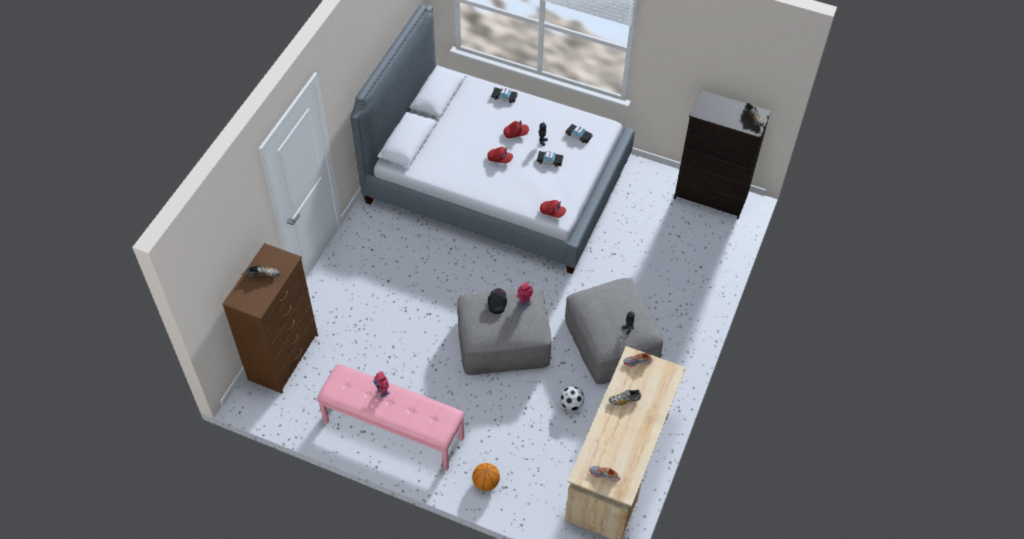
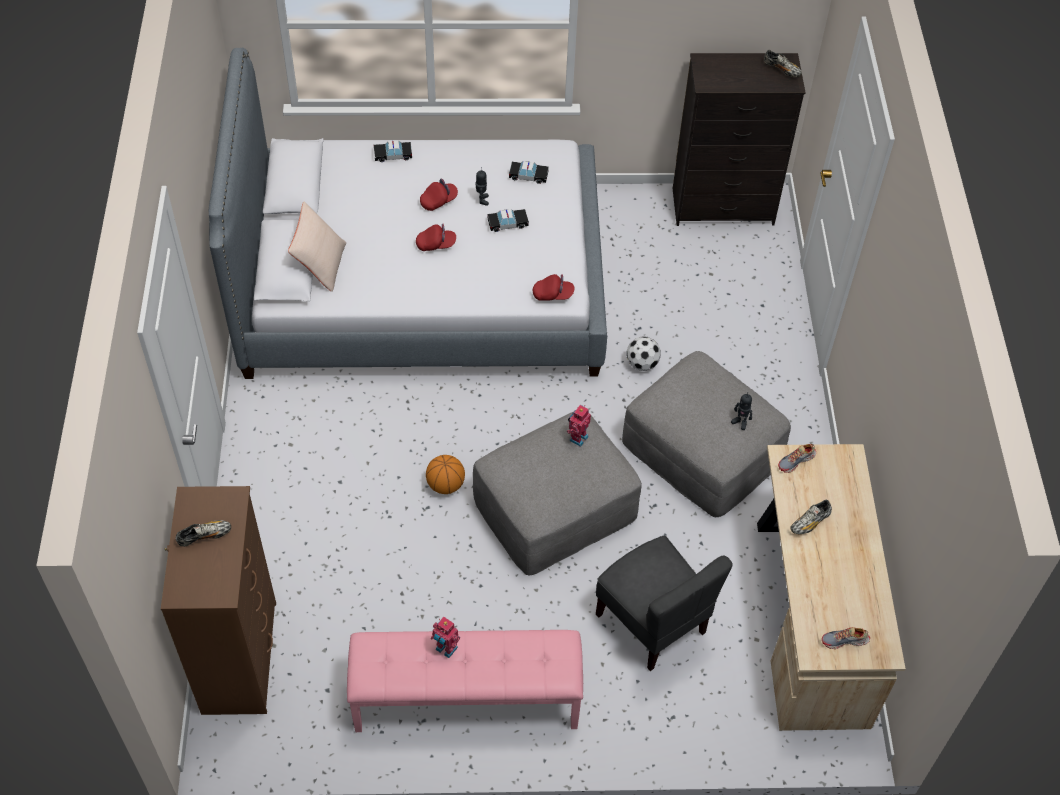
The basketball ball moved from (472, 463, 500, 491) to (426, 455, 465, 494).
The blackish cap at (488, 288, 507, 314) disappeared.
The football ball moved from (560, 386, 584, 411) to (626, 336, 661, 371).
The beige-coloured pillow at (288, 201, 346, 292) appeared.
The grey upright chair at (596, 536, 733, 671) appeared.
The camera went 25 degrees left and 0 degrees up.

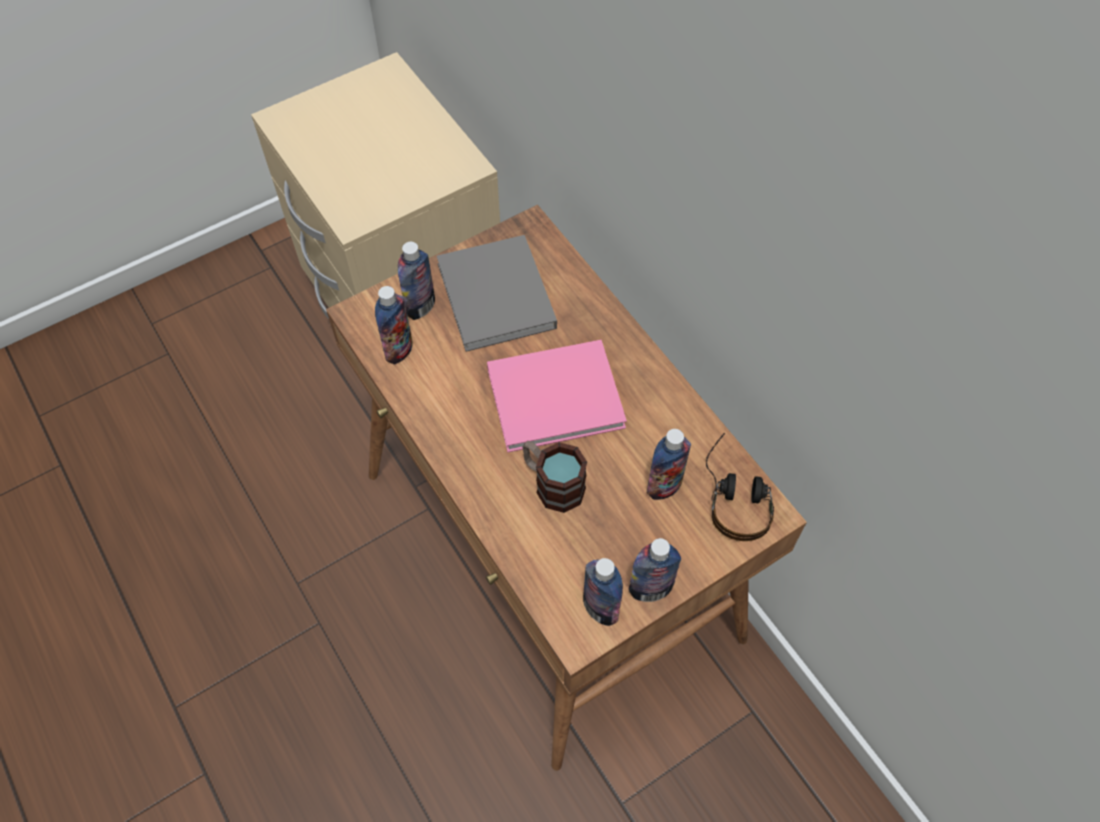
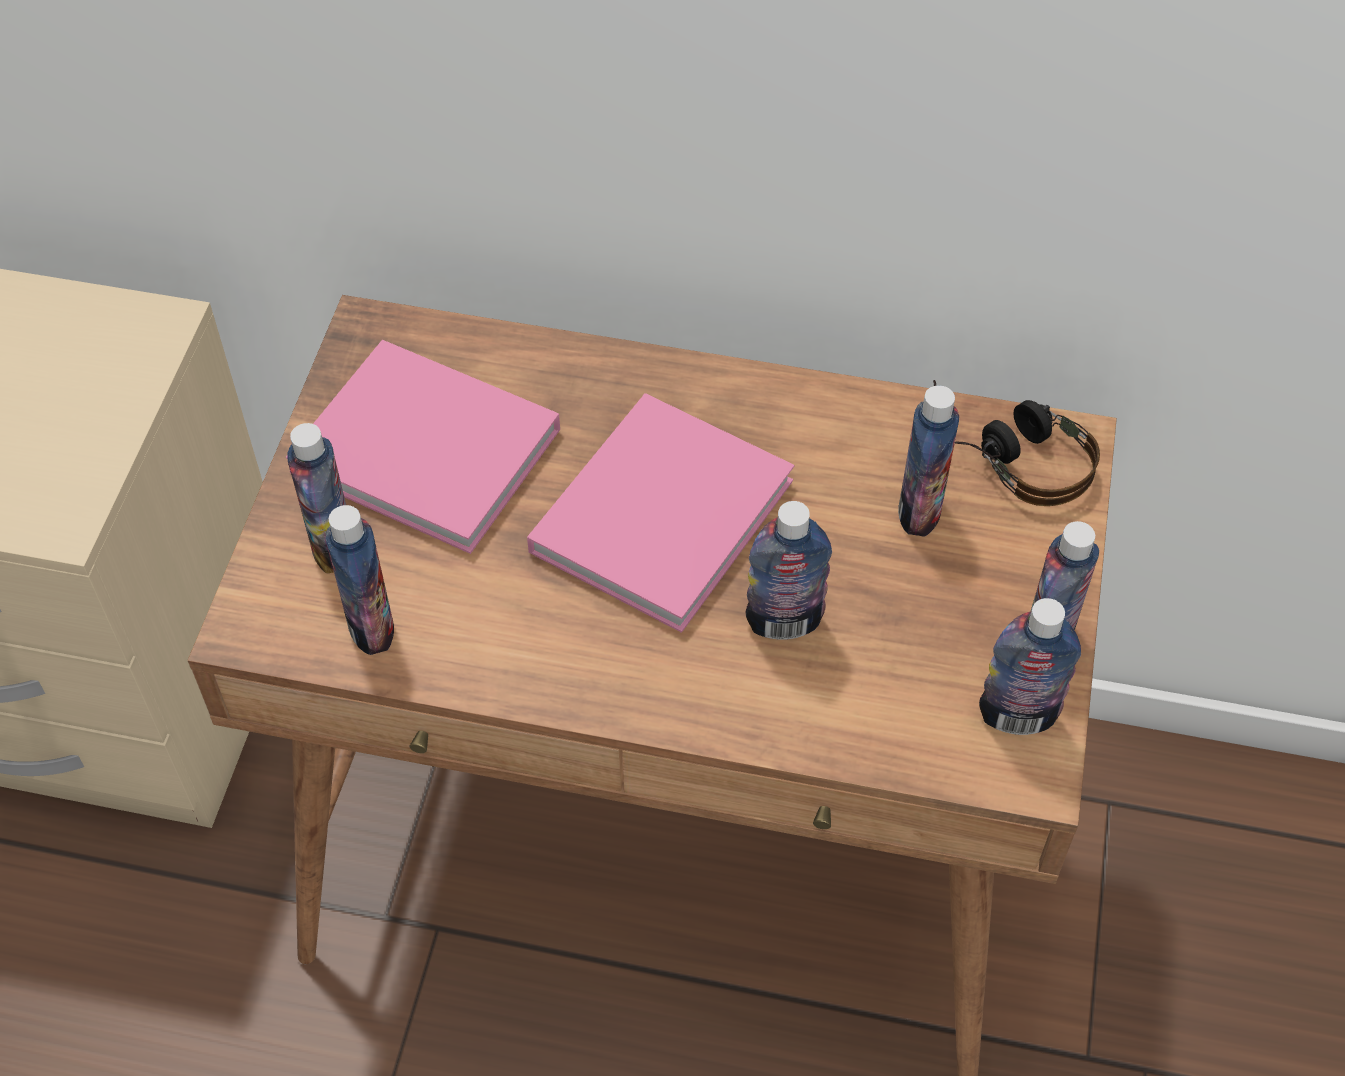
The grey bound book at (437, 235, 557, 352) became the pink bound book at (286, 340, 560, 554).
The coffee mug at (523, 441, 587, 513) was replaced by the drink bottle at (746, 501, 832, 640).
The camera went 45 degrees left and 5 degrees down.

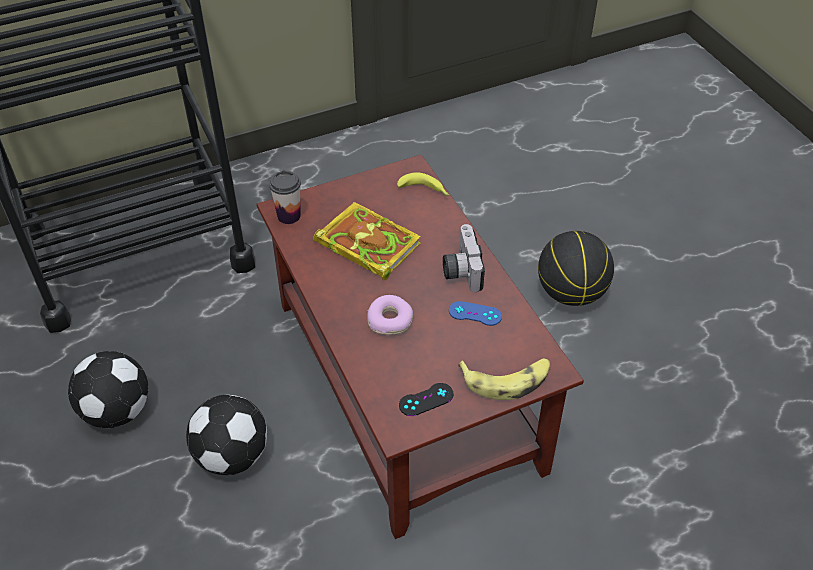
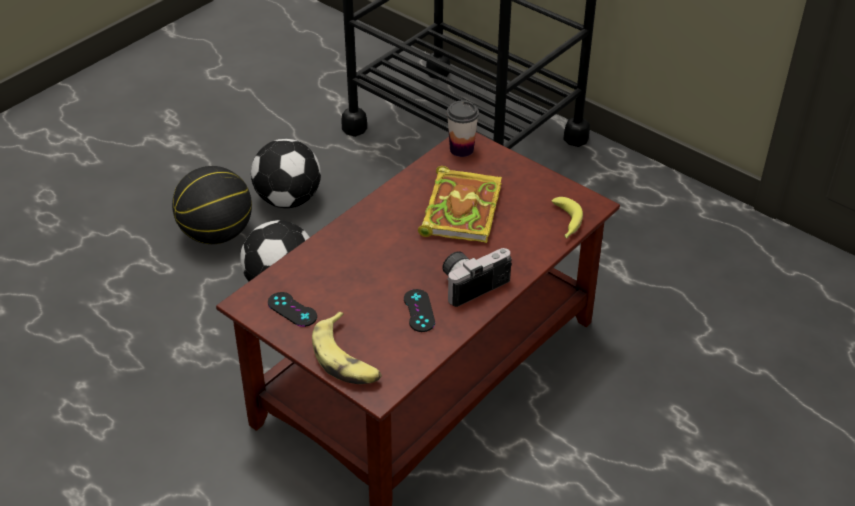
The doughnut at (367, 295, 413, 335) disappeared.
The blue-coloured joypad at (449, 301, 502, 326) became the blackish joypad at (404, 289, 435, 332).
The basketball ball moved from (538, 231, 614, 306) to (172, 166, 252, 244).
The camera went 65 degrees right and 5 degrees down.

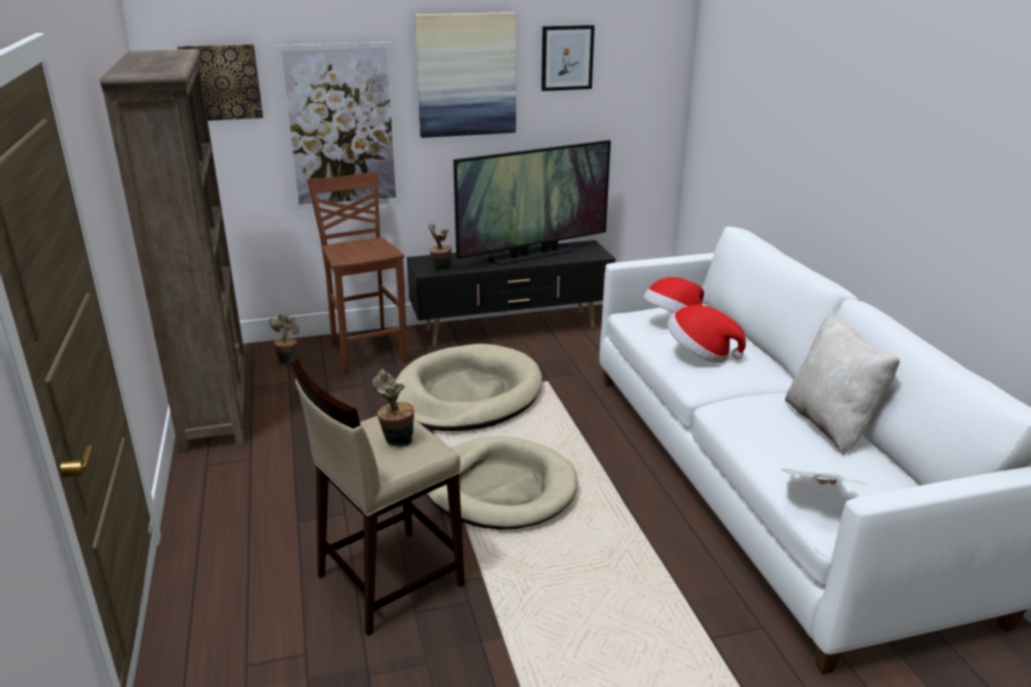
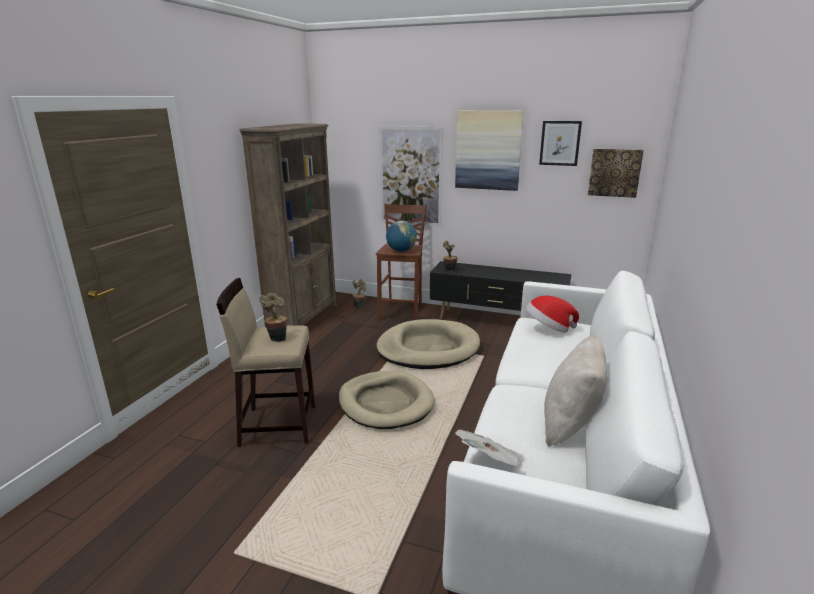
The wall picture moved from (177, 44, 263, 121) to (588, 149, 644, 198).
The television at (453, 140, 611, 265) disappeared.
The clothing hat at (667, 305, 746, 363) disappeared.
The desk globe at (386, 221, 417, 252) appeared.
The camera went 35 degrees right and 5 degrees down.

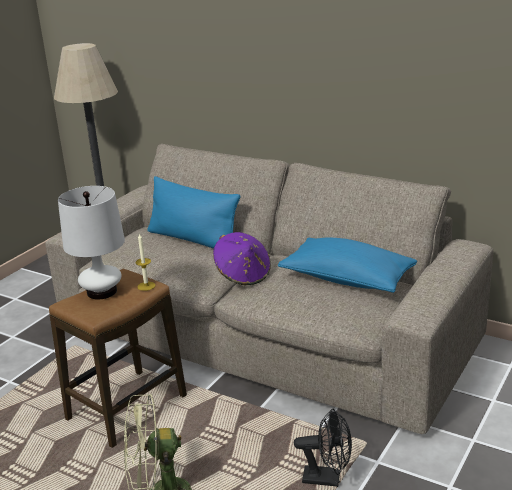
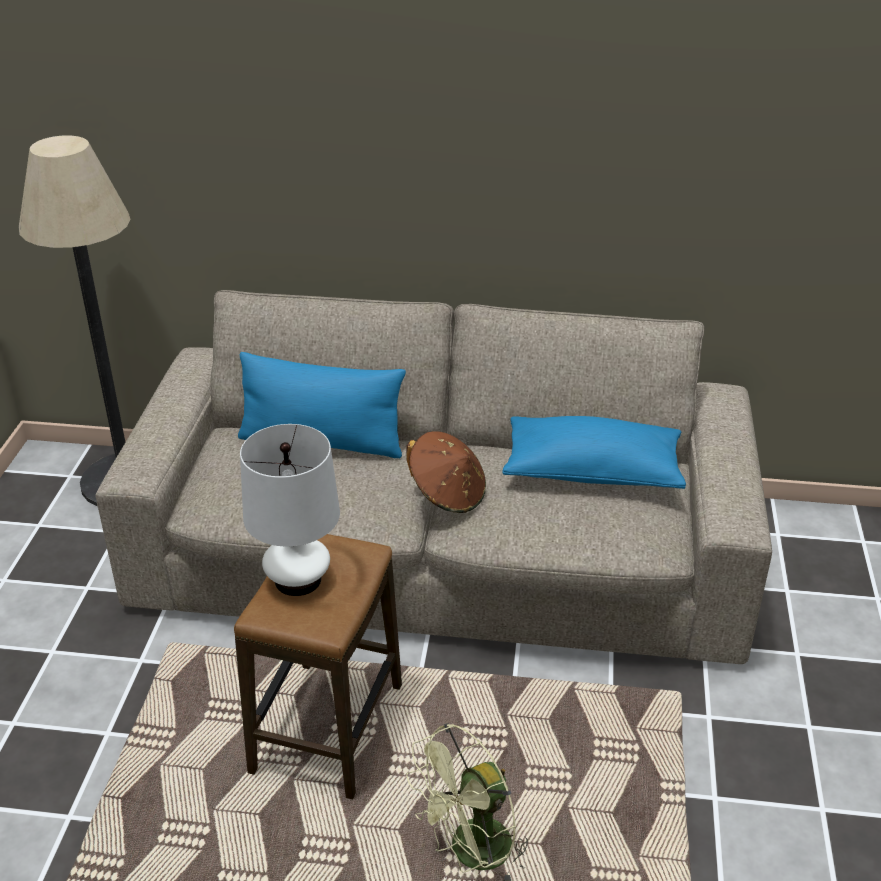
The wax candle at (135, 233, 156, 291) disappeared.
The purplish clothing hat at (213, 232, 271, 285) became the brownish clothing hat at (406, 431, 486, 513).
The blackish electric fan at (294, 409, 352, 487) disappeared.
The camera went 25 degrees left and 10 degrees up.

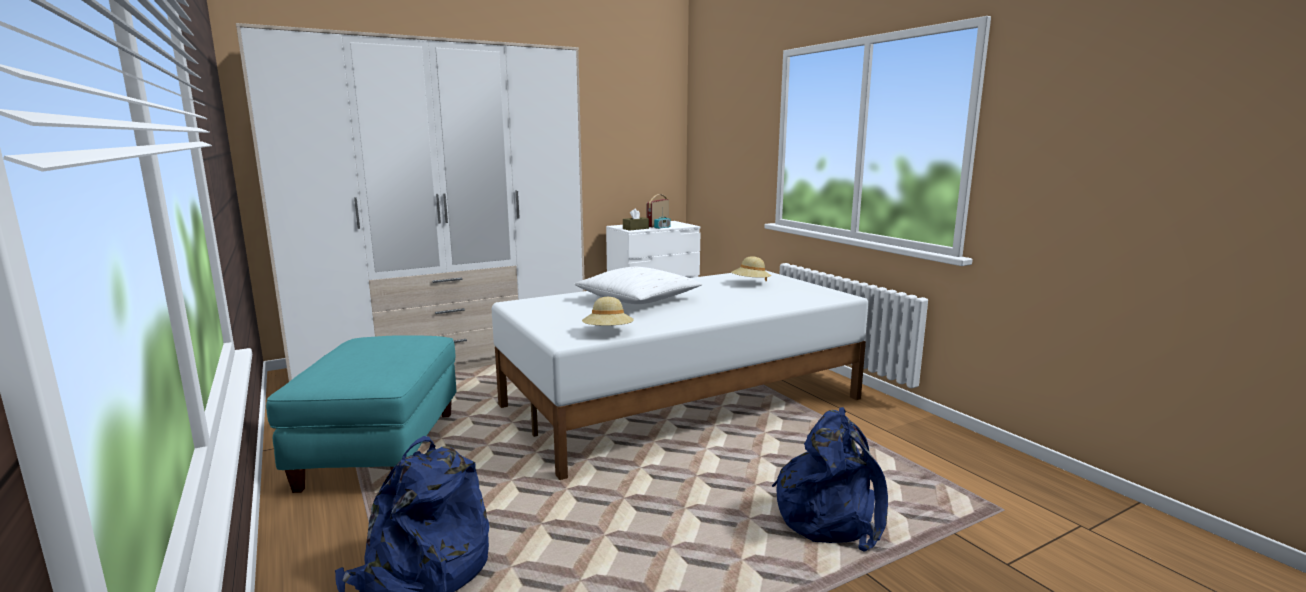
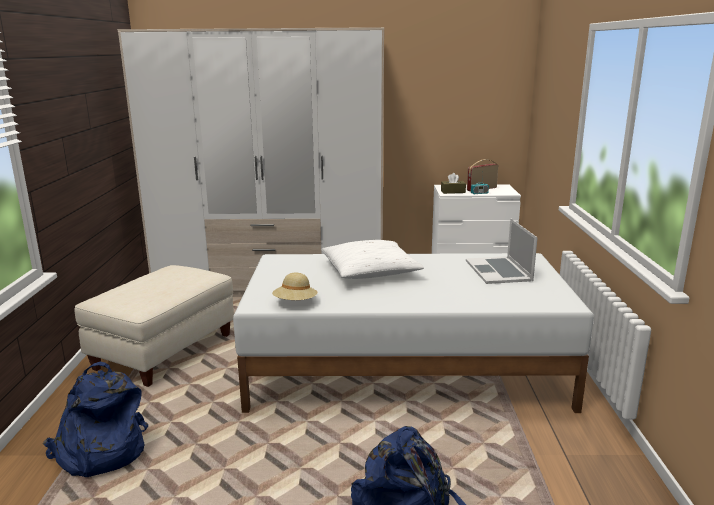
The turquoise-coloured ottoman at (266, 335, 456, 493) became the beige-coloured ottoman at (74, 265, 234, 387).
The beige-coloured clothing hat at (732, 256, 771, 281) was replaced by the notebook computer at (466, 218, 537, 284).
The camera went 30 degrees right and 5 degrees up.

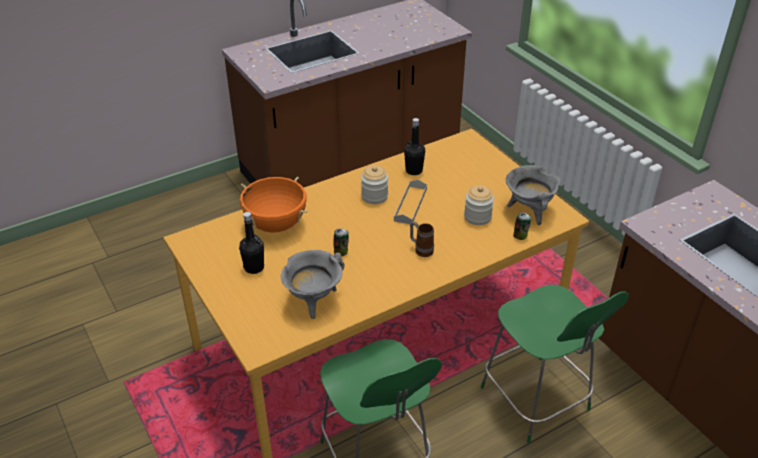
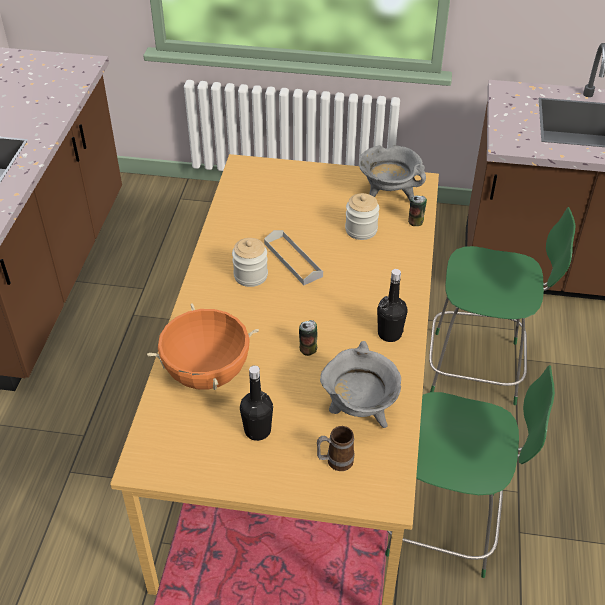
The blackish drink bottle moved from (404, 118, 425, 175) to (377, 269, 408, 342).
The coffee mug moved from (410, 222, 434, 257) to (317, 426, 354, 471).
The camera went 50 degrees left and 5 degrees up.

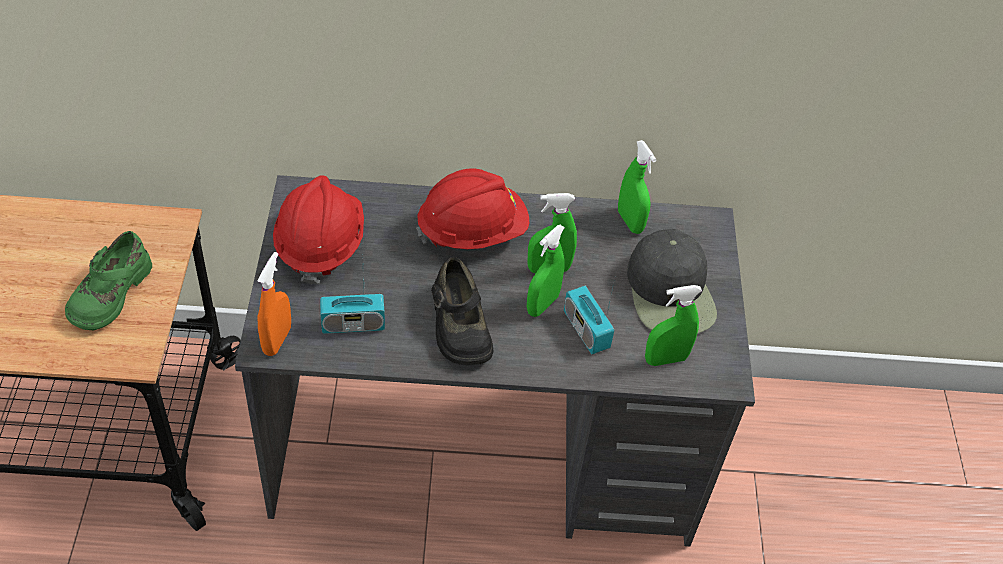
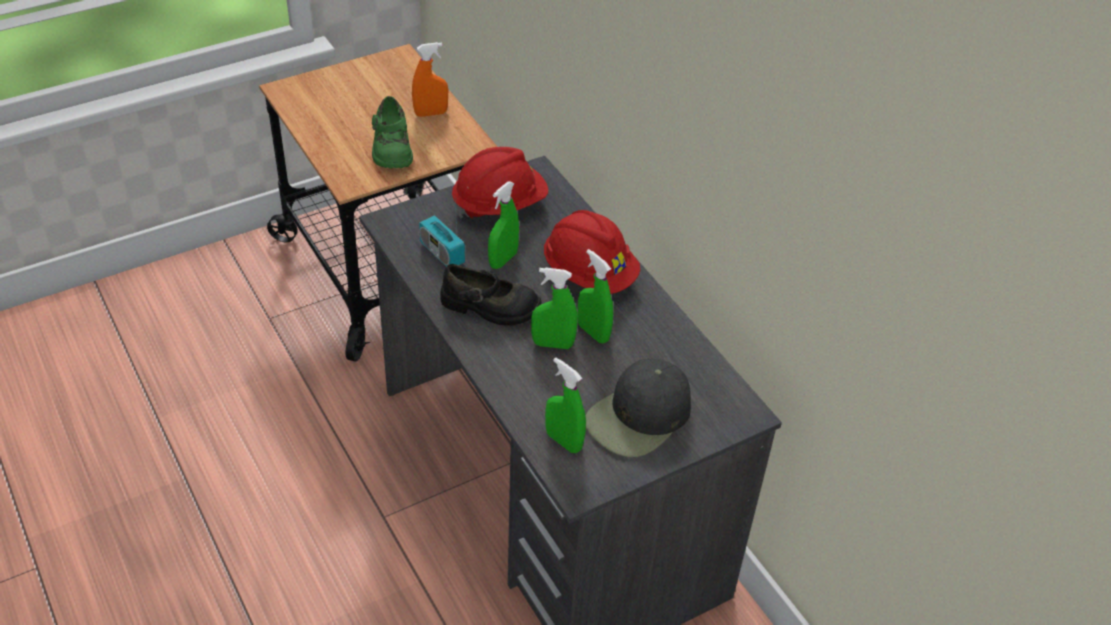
The green item of footwear at (65, 231, 152, 330) turned 90 degrees counterclockwise.
The orange hand sprayer moved from (258, 252, 291, 356) to (412, 42, 448, 117).
The blackish item of footwear at (431, 257, 493, 365) turned 120 degrees counterclockwise.
The radio receiver at (564, 279, 615, 354) disappeared.
The green hand sprayer moved from (618, 140, 656, 234) to (488, 181, 519, 269).
The camera went 60 degrees right and 5 degrees down.

